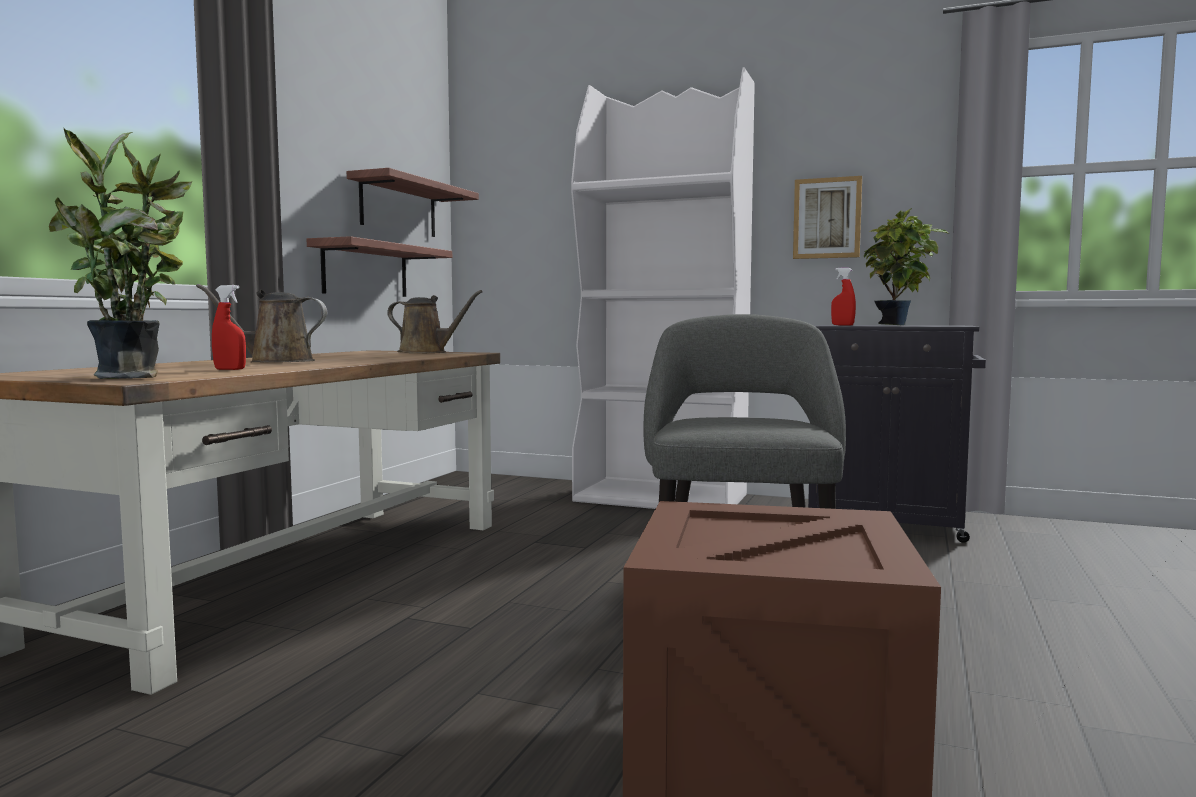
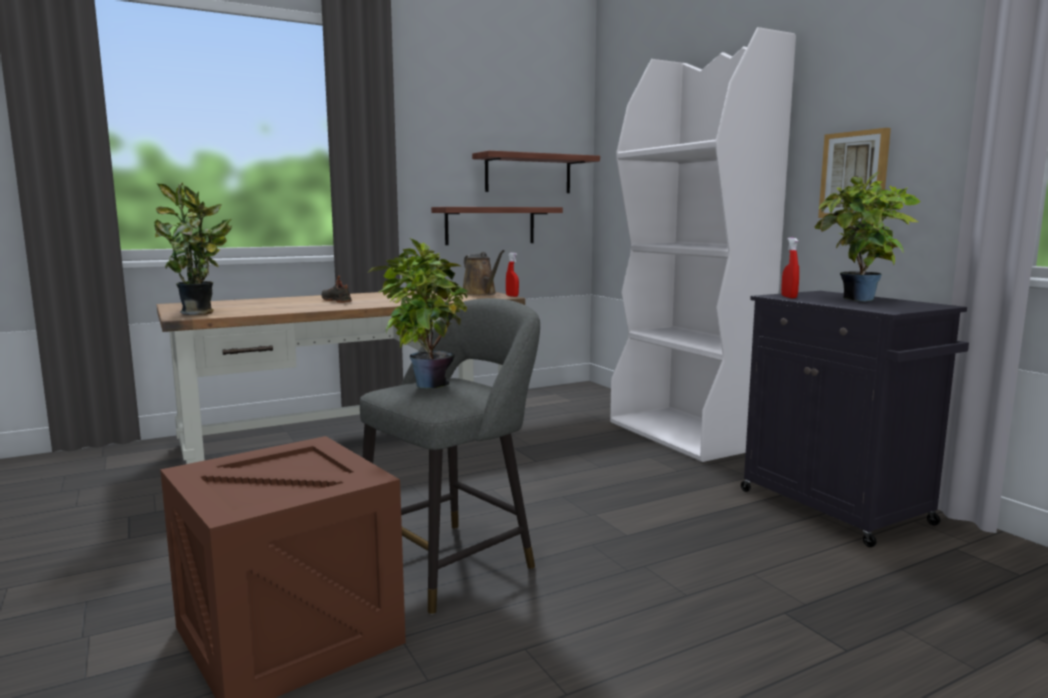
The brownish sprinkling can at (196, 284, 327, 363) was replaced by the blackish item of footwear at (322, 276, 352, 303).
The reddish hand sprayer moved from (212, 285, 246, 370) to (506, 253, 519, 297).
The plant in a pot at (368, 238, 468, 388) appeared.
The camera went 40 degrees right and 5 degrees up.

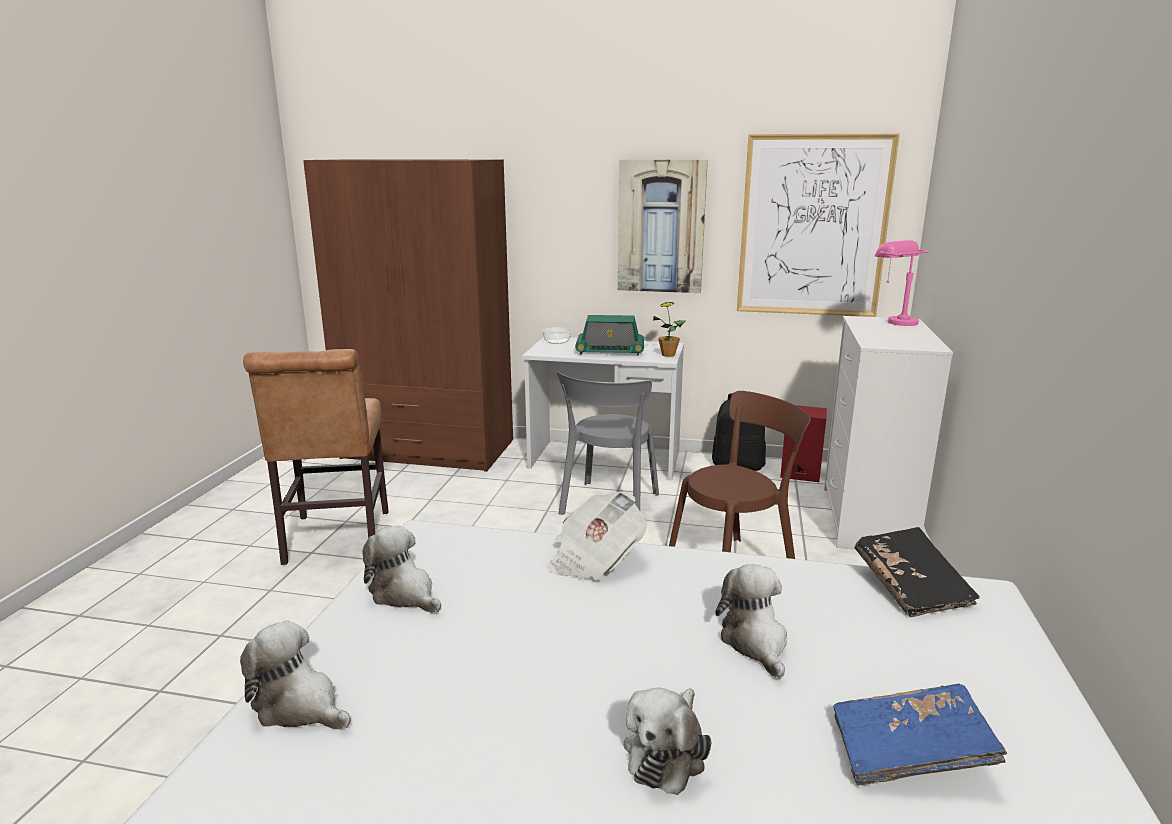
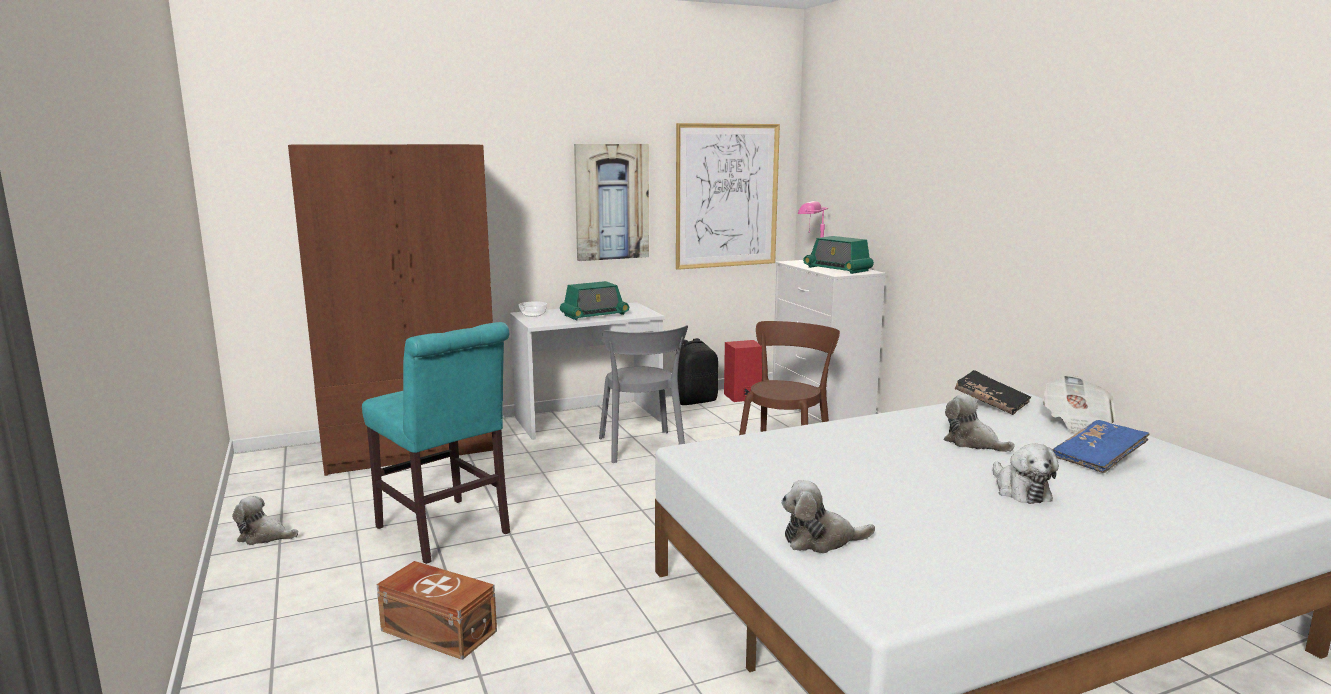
The brownish upright chair at (243, 349, 389, 565) became the turquoise-coloured upright chair at (362, 322, 510, 564).
The plush toy moved from (362, 526, 441, 613) to (232, 496, 298, 545).
The printed paper moved from (547, 492, 647, 581) to (1042, 375, 1115, 434).
The plant in a pot at (653, 302, 685, 357) disappeared.
The brownish storage bin at (377, 561, 497, 660) appeared.
The radio receiver at (803, 236, 874, 274) appeared.
The camera went 35 degrees left and 5 degrees down.

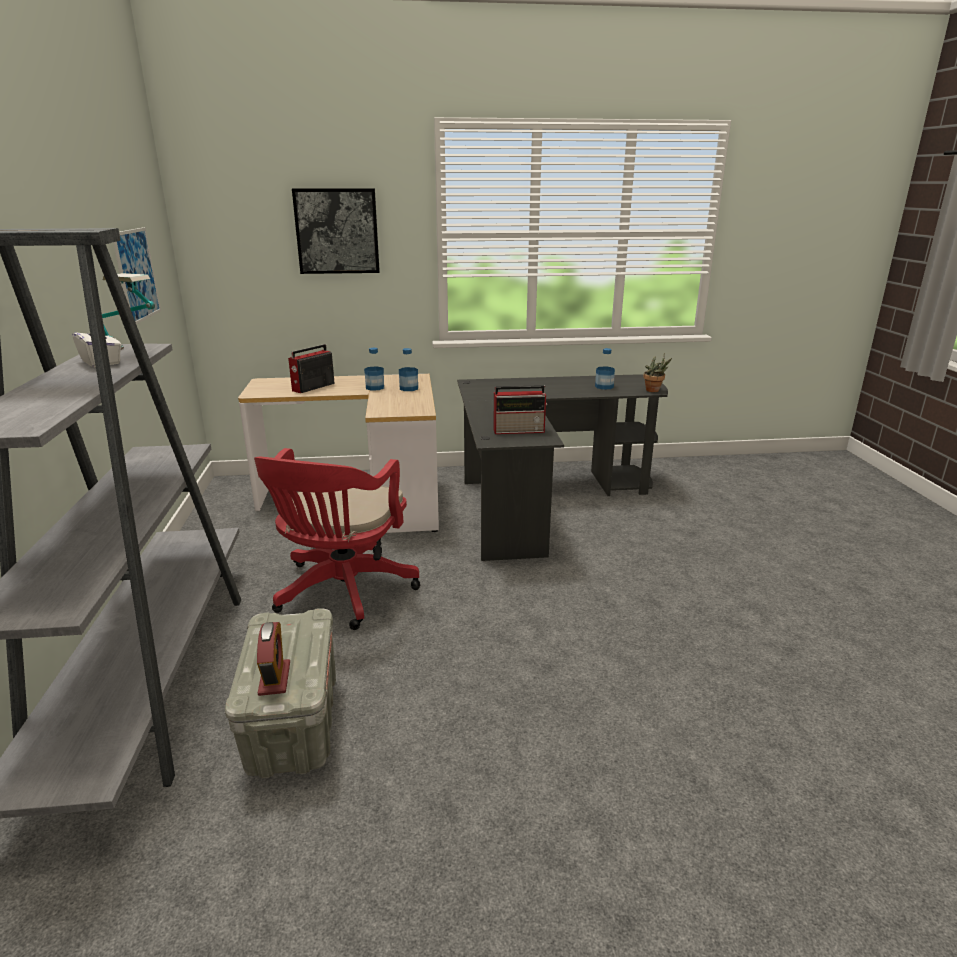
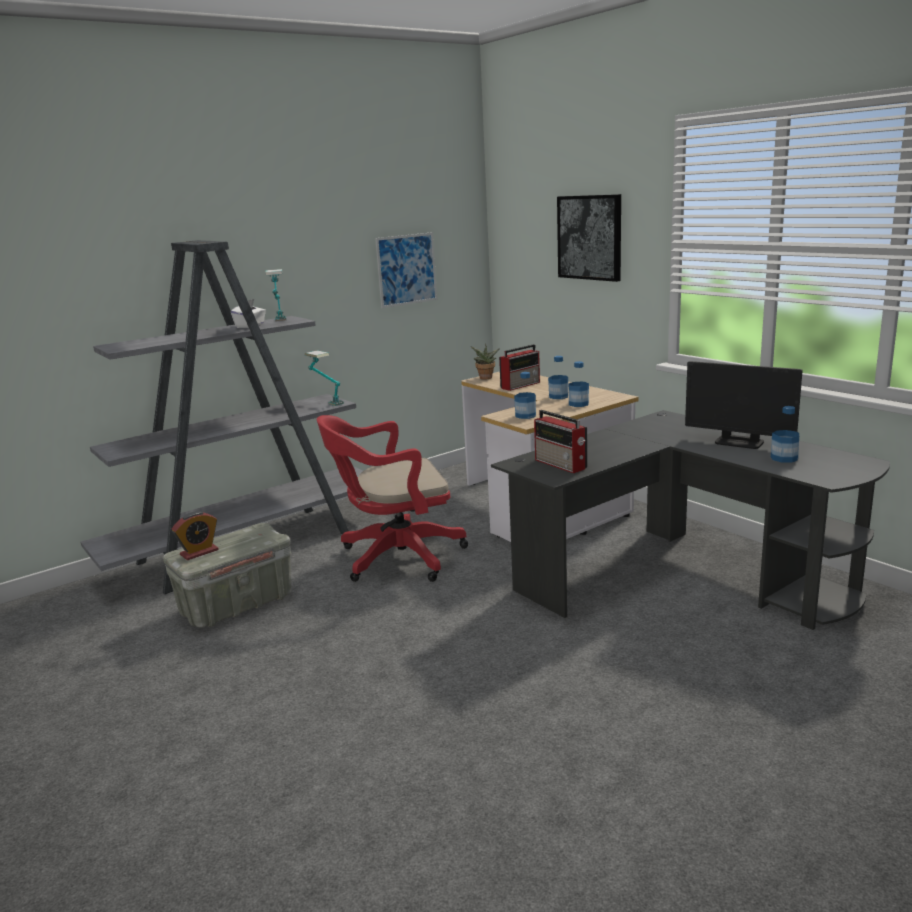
The radio receiver at (288, 344, 335, 393) turned 135 degrees clockwise.
The plant in a pot moved from (643, 353, 672, 392) to (470, 343, 499, 380).
The table lamp at (305, 350, 344, 406) appeared.
The drink bottle at (514, 372, 536, 419) appeared.
The computer screen at (685, 361, 803, 449) appeared.
The camera went 60 degrees right and 5 degrees down.

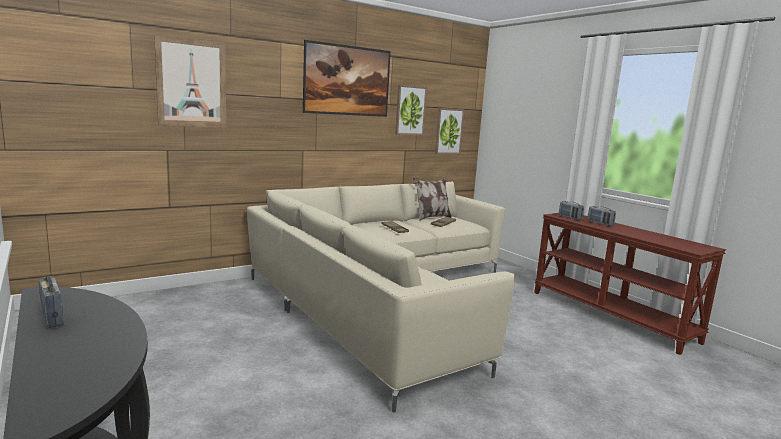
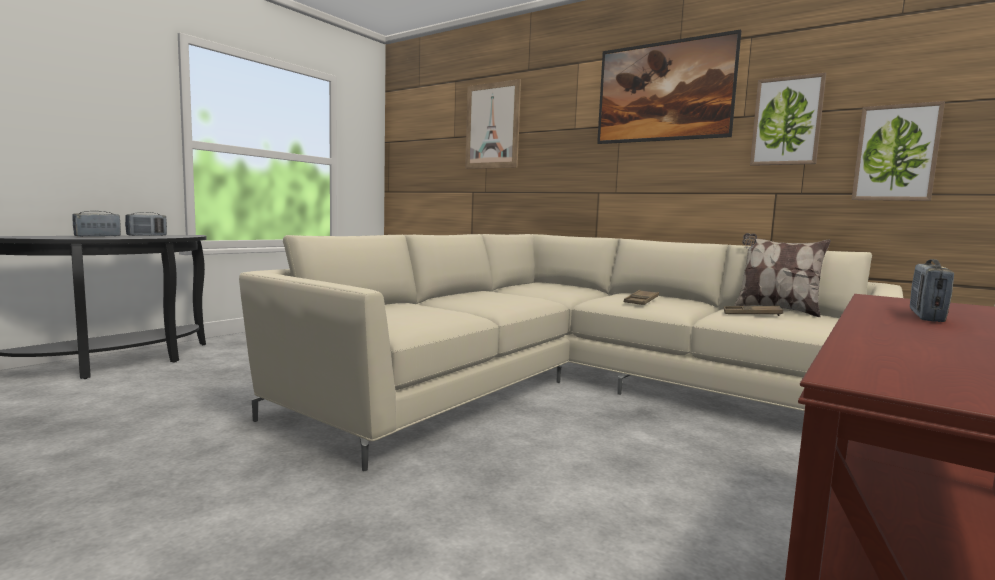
The radio receiver moved from (559, 201, 584, 220) to (72, 211, 121, 237).
The camera went 70 degrees right and 5 degrees down.

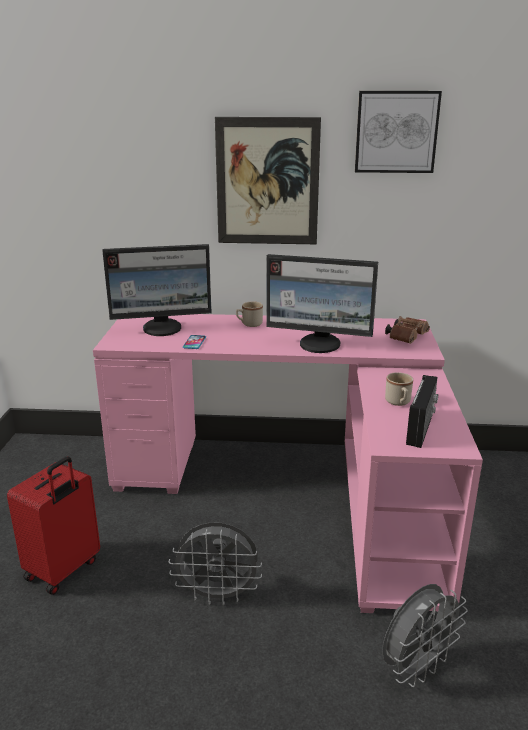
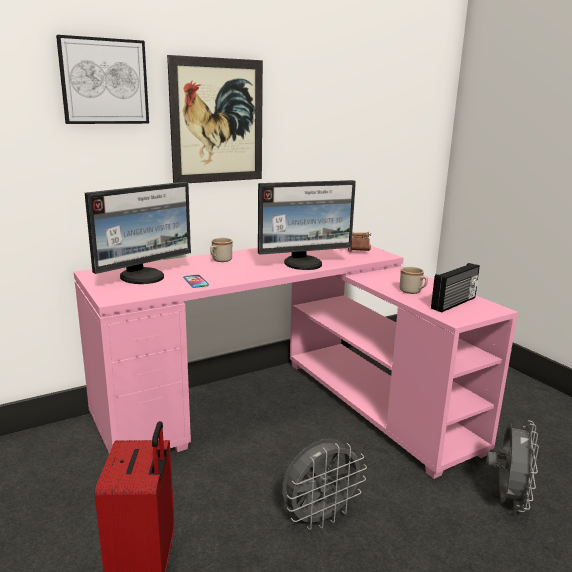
The wall picture moved from (355, 91, 442, 173) to (56, 35, 149, 124).
The radio receiver at (406, 375, 438, 448) turned 60 degrees clockwise.
The camera went 35 degrees left and 5 degrees down.

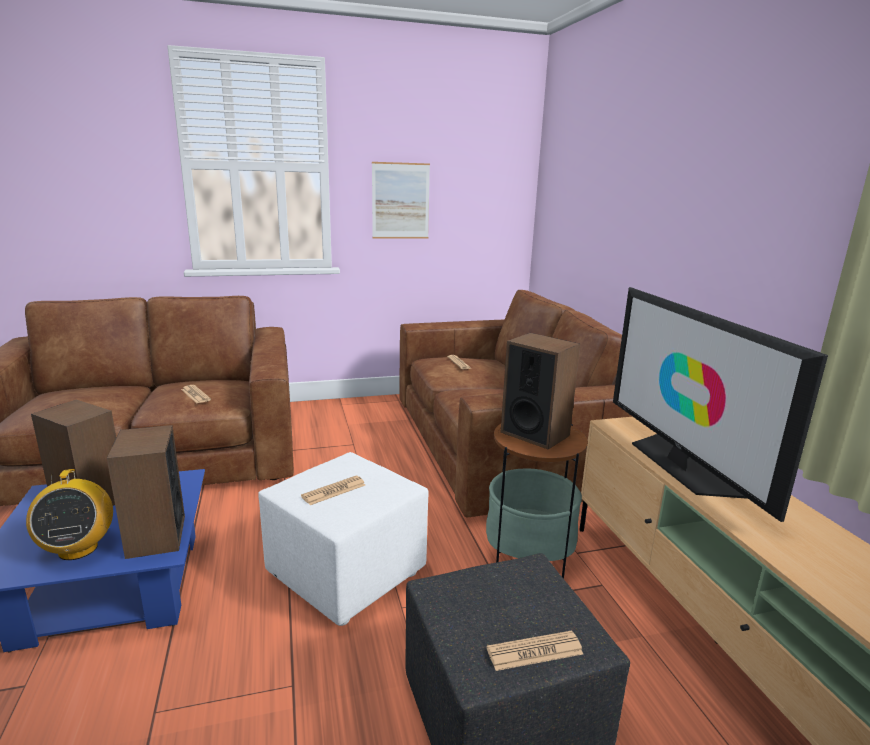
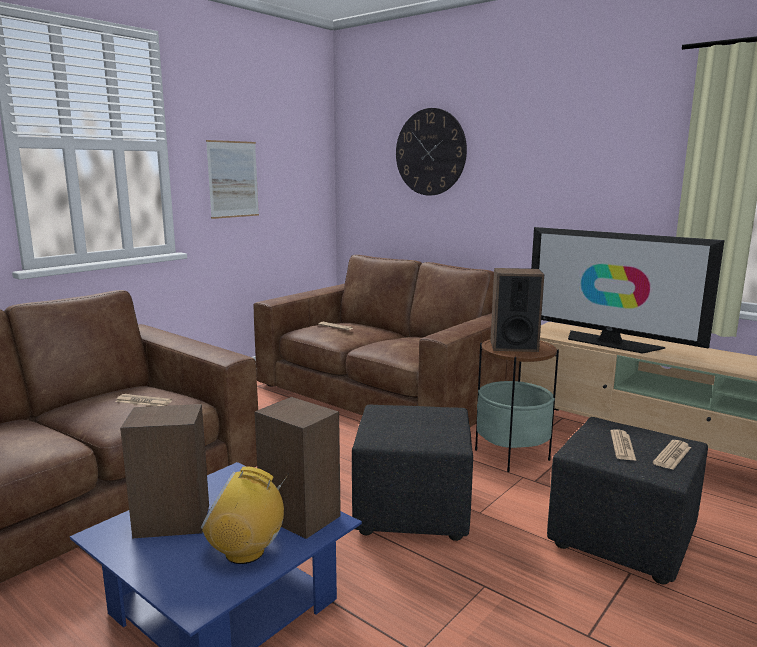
The radio receiver at (26, 469, 113, 560) turned 150 degrees clockwise.
The white ottoman at (258, 452, 428, 626) became the blackish ottoman at (352, 405, 473, 541).
The printed paper moved from (301, 476, 365, 505) to (610, 429, 636, 460).
The hanging clock at (396, 108, 467, 196) appeared.
The camera went 35 degrees left and 5 degrees down.

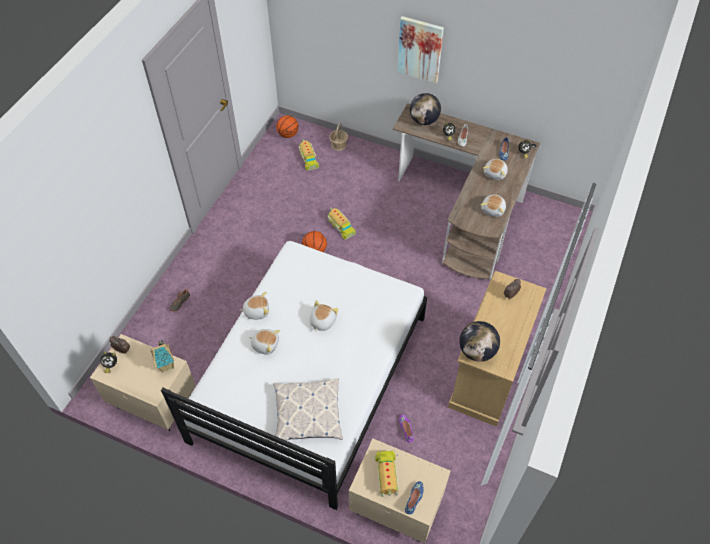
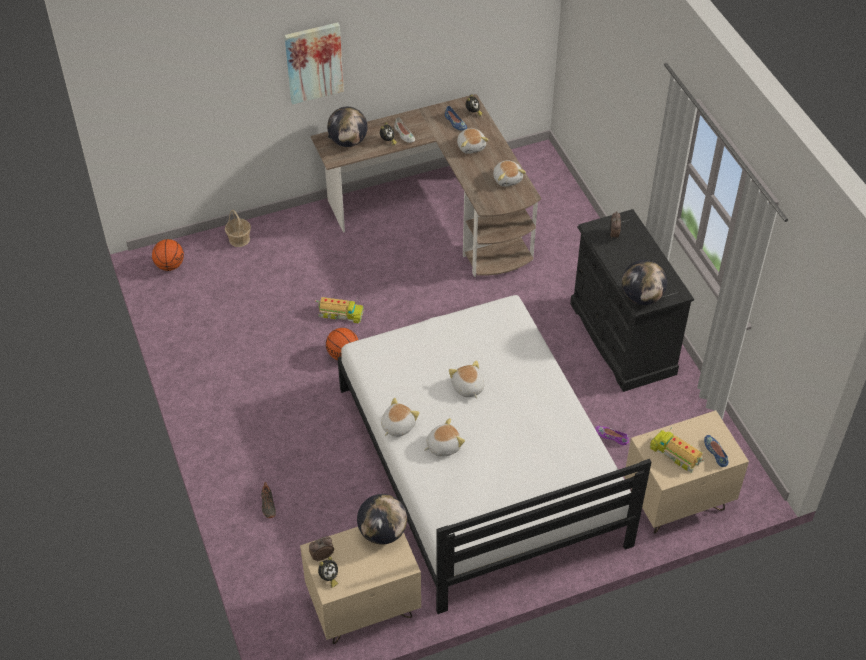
The model house at (150, 339, 175, 372) was replaced by the desk globe at (357, 494, 407, 545).
The pillow at (274, 378, 343, 444) disappeared.
The toy truck at (298, 139, 319, 171) disappeared.
The beige-coloured drawer chest at (448, 271, 546, 427) became the blackish drawer chest at (570, 209, 694, 392).
The camera went 45 degrees left and 5 degrees down.

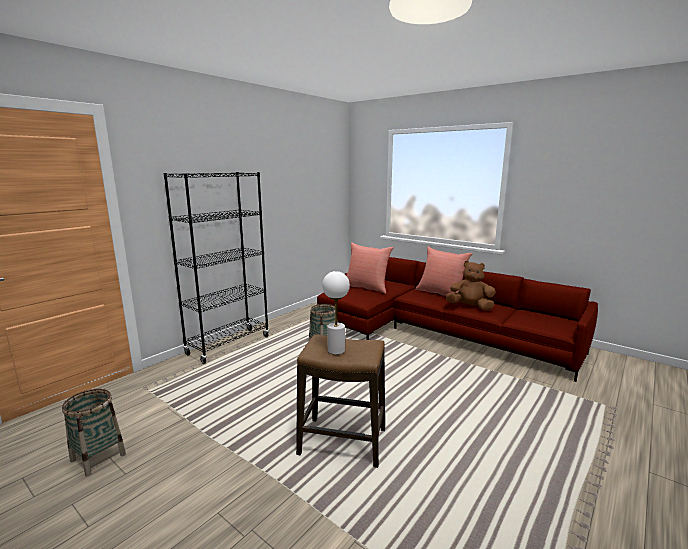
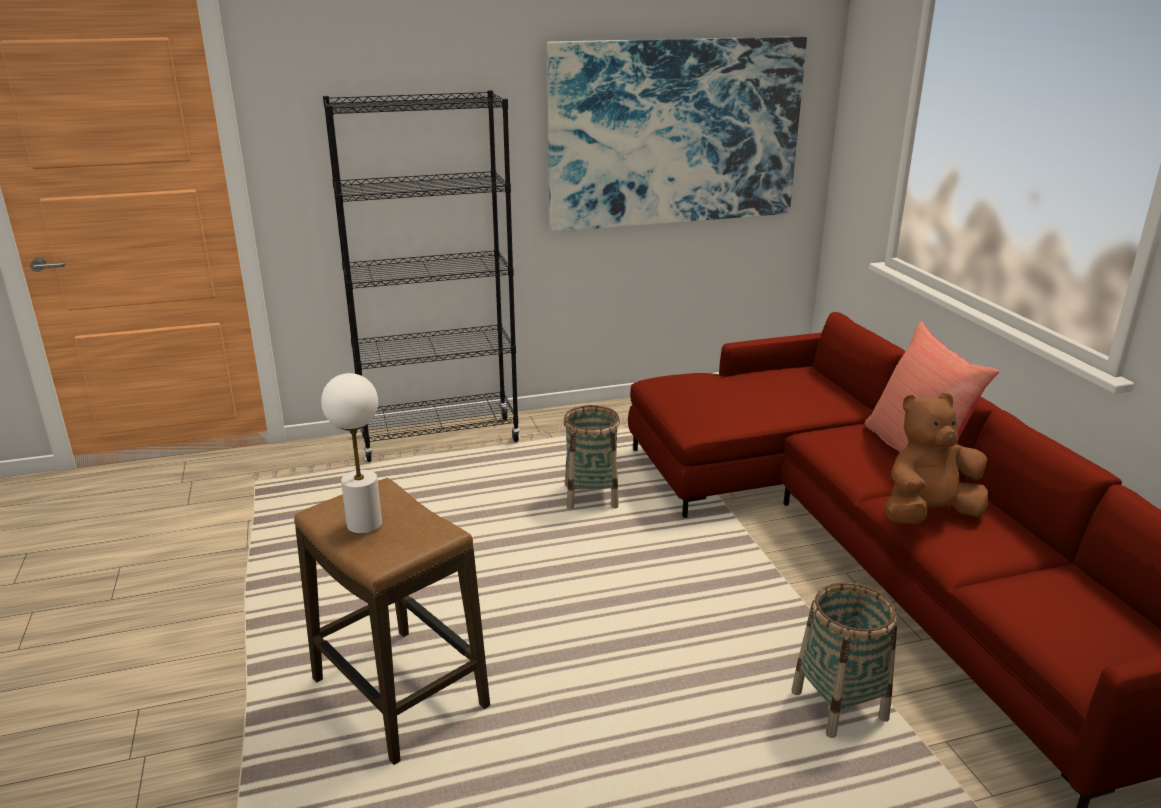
The household basket moved from (62, 389, 126, 476) to (791, 582, 897, 738).
The reddish pillow at (346, 242, 394, 294) disappeared.
The brownish plush toy at (445, 261, 496, 311) turned 75 degrees counterclockwise.
The wall picture at (547, 36, 807, 232) appeared.
The camera went 35 degrees right and 10 degrees up.

